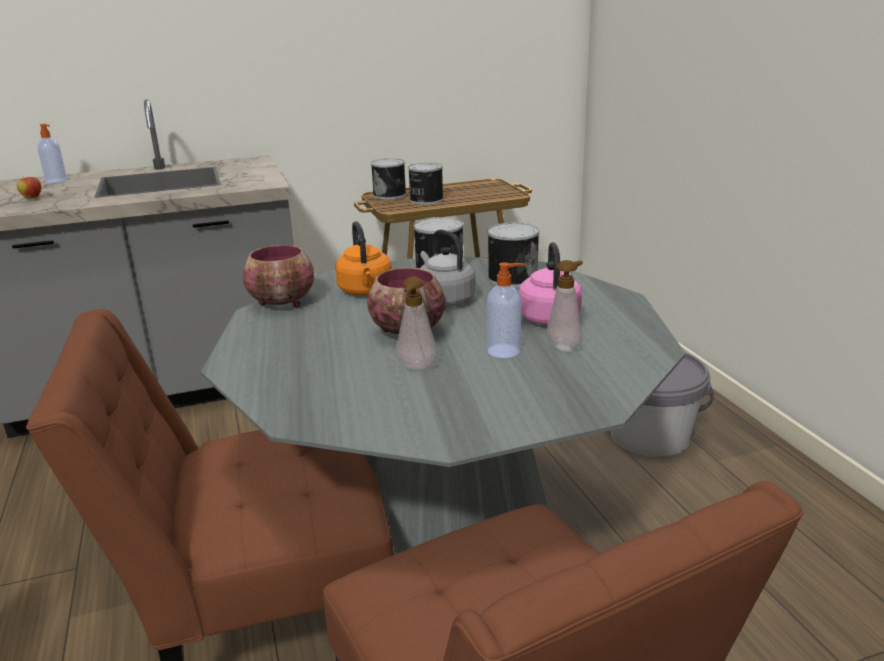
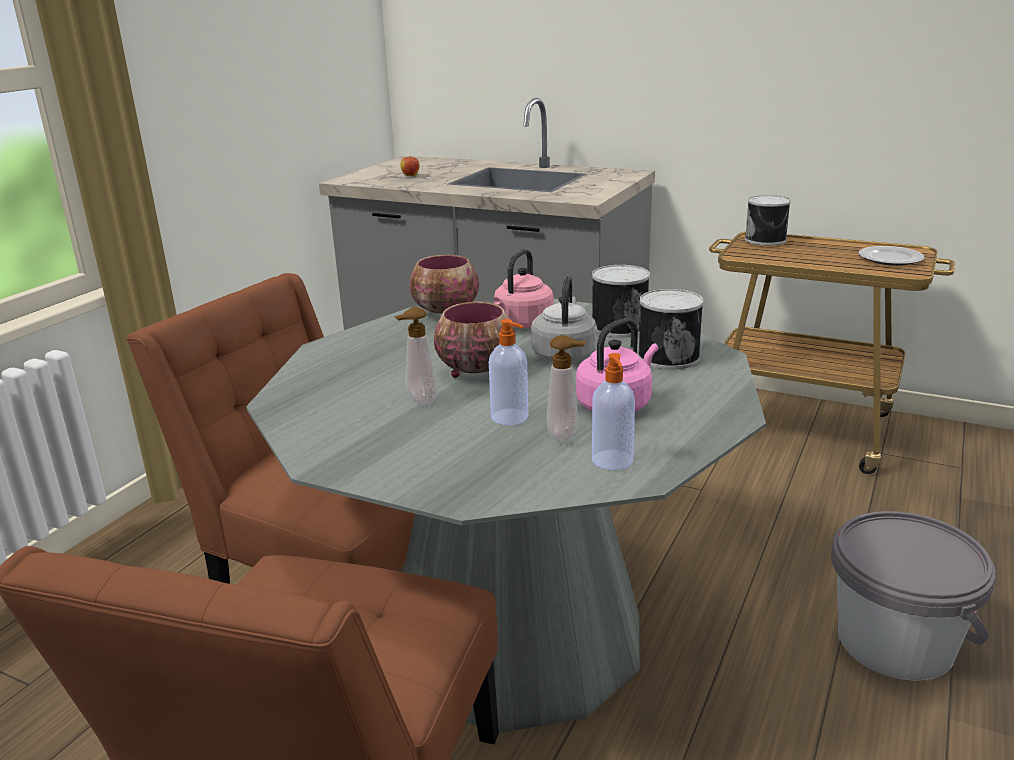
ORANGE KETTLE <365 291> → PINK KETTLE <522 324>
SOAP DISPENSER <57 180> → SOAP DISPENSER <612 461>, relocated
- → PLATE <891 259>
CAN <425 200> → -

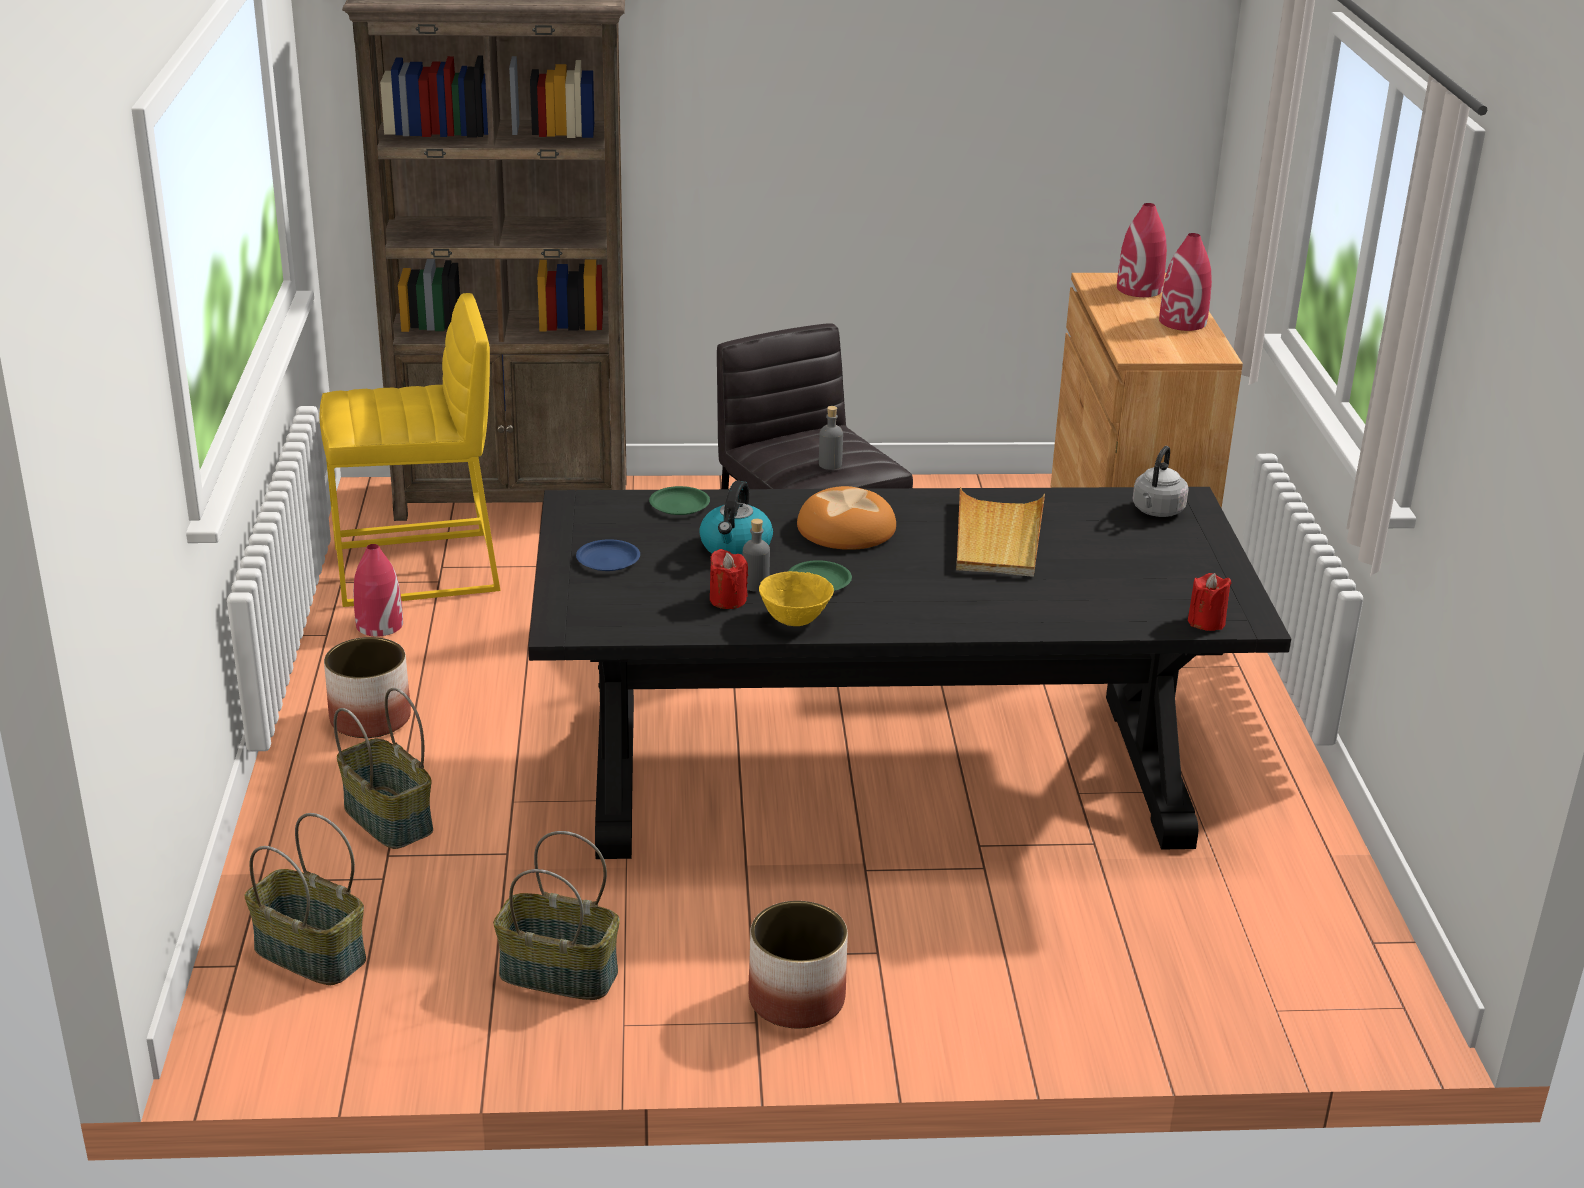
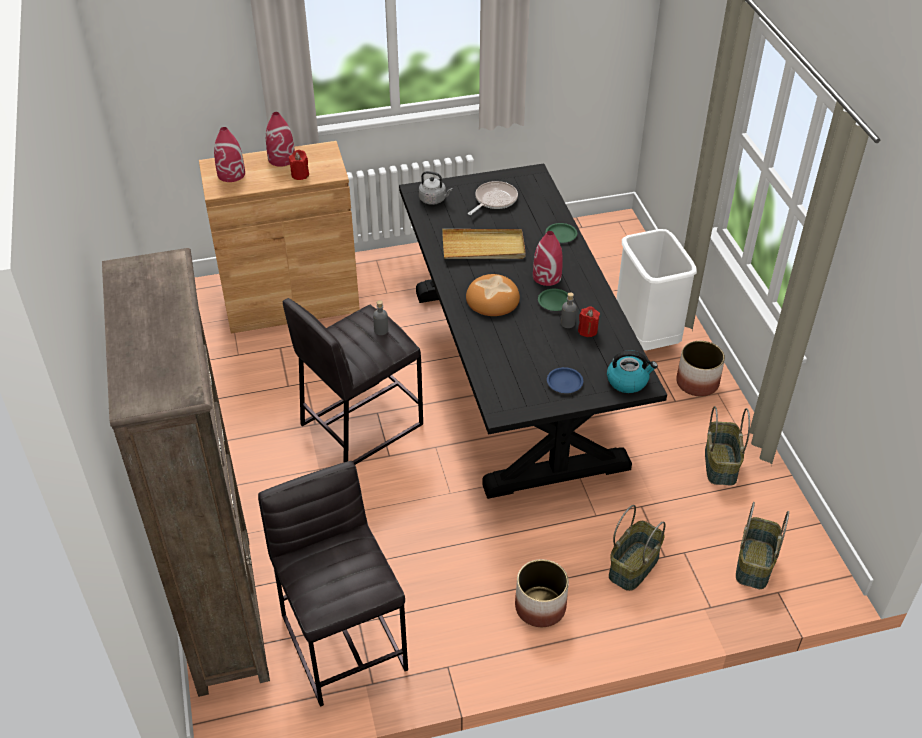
YELLOW STOOL <418 569> → GREY STOOL <344 640>
RED CANDLE <1206 622> → RED CANDLE <300 175>, relocated
- → FRYING PAN <494 200>
RED VASE <379 625> → RED VASE <547 277>, relocated
GREEN PLATE <679 505> → GREEN PLATE <561 235>, relocated
KETTLE <736 547> → KETTLE <628 381>, relocated
- → WHITE TRASH CAN <647 337>
YELLOW BOWL <795 621> → -

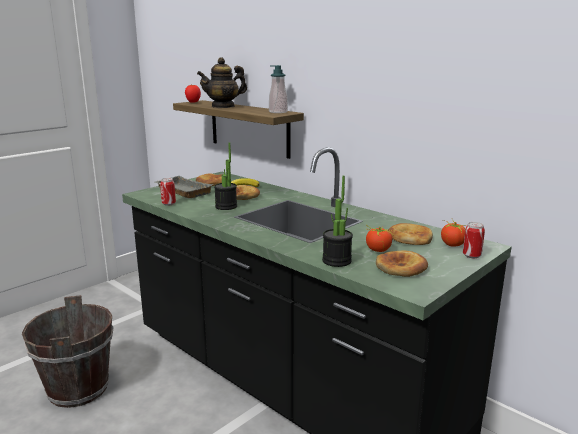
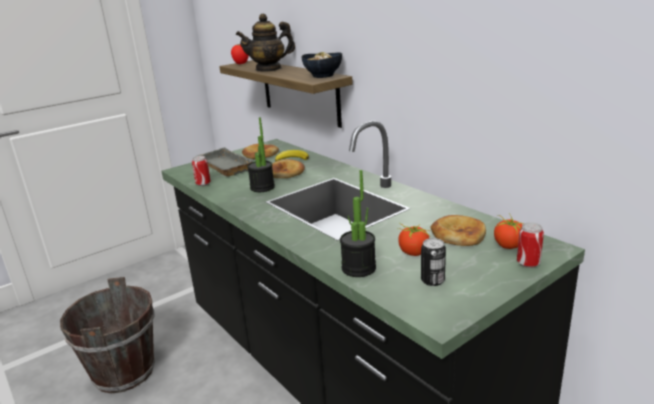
SOAP DISPENSER <278 112> → BOWL <323 76>
BREAD <401 268> → CAN <432 280>

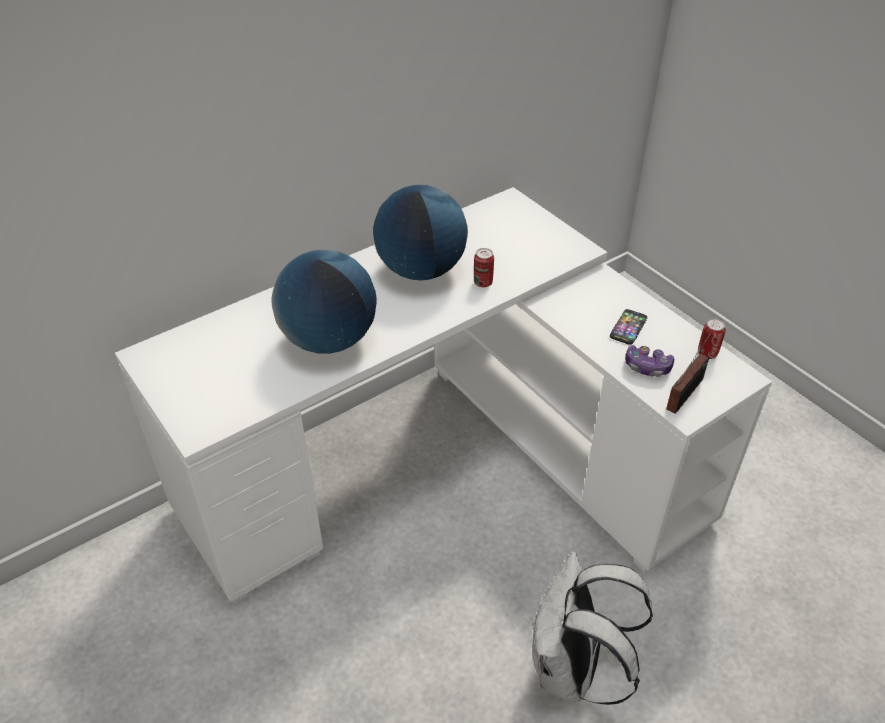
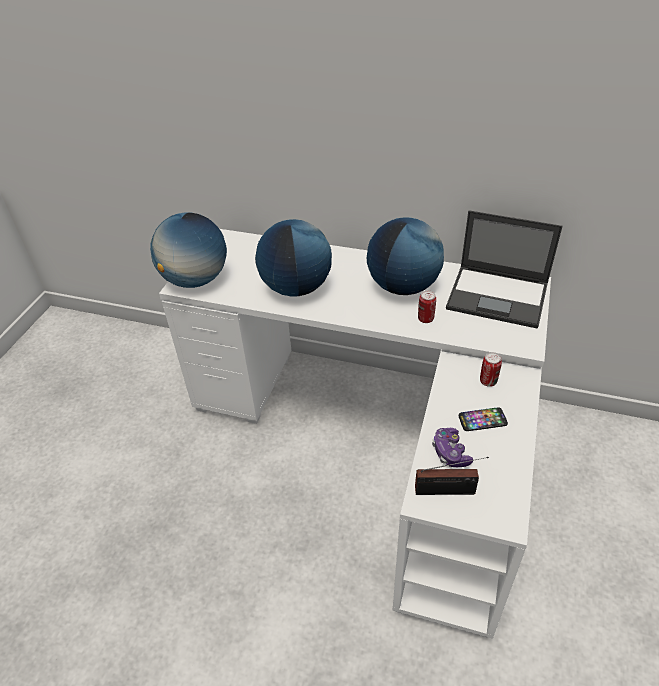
- → GLOBE <195 280>
- → LAPTOP <498 296>
CAN <707 353> → CAN <488 381>, relocated
WHITE BACKPACK <572 670> → -

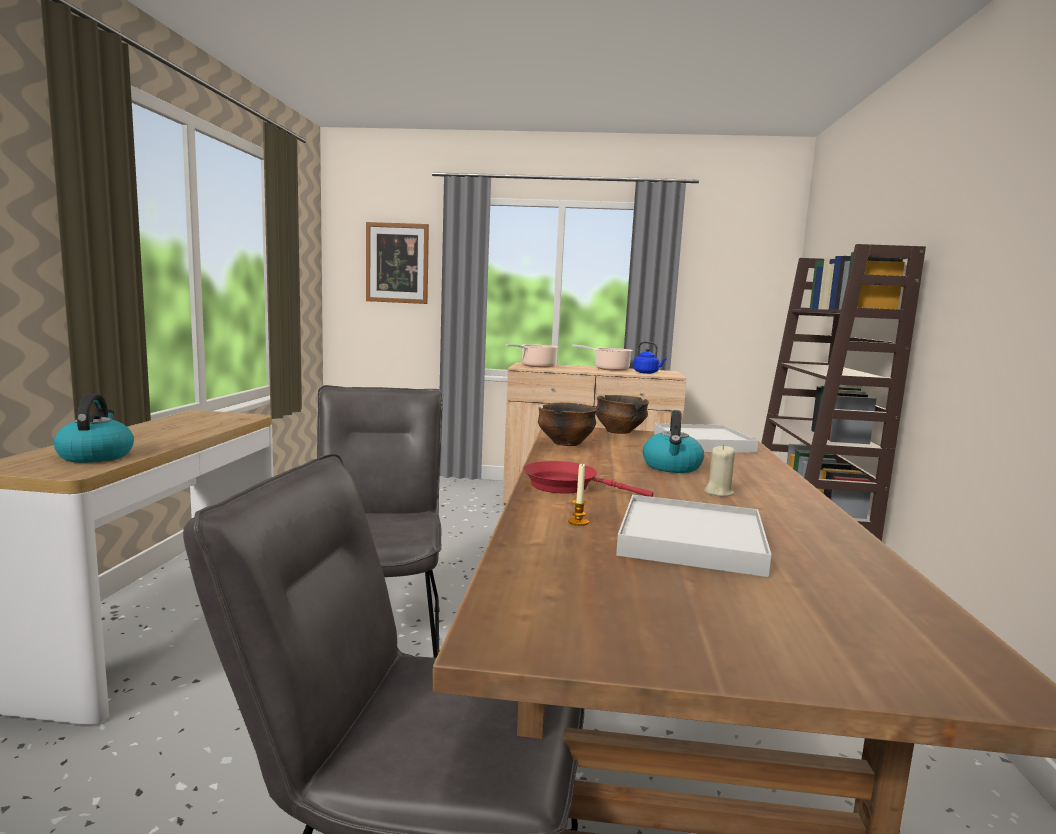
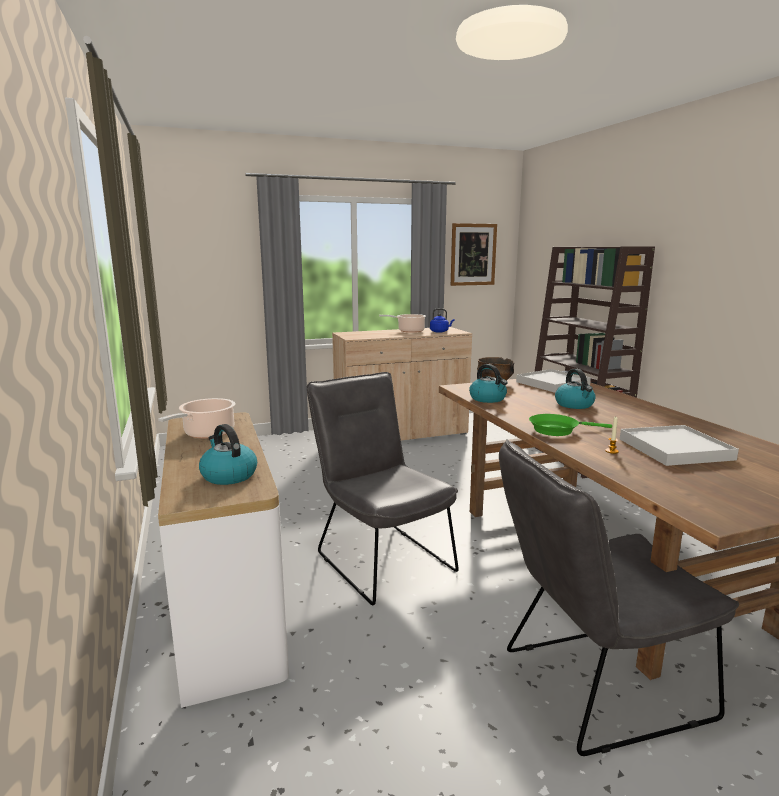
COOKING POT <536 366> → COOKING POT <207 434>, relocated
PICTURE <397 263> → PICTURE <473 254>, relocated
BOWL <566 443> → KETTLE <488 399>
RED FRYING PAN <566 486> → GREEN FRYING PAN <557 430>
BEIGE CANDLE <718 492> → -

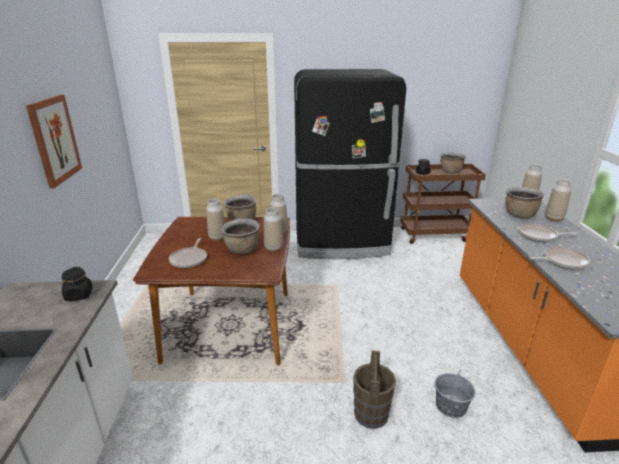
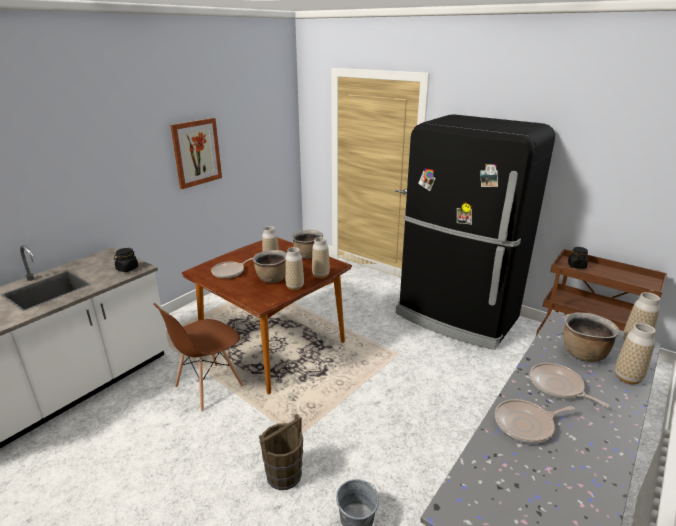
- → BROWN CHAIR <208 386>
FRYING PAN <562 261> → FRYING PAN <526 424>, 135 degrees clockwise
BROWN COOKING POT <450 172> → -

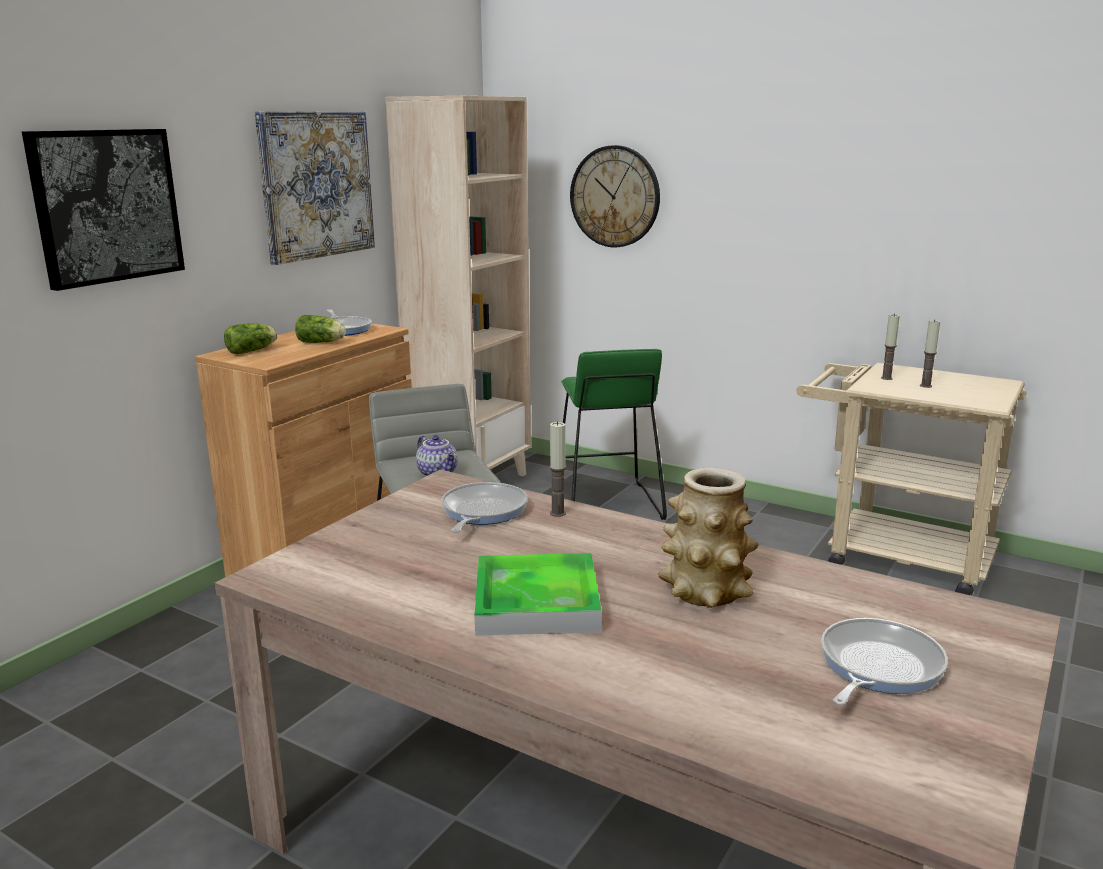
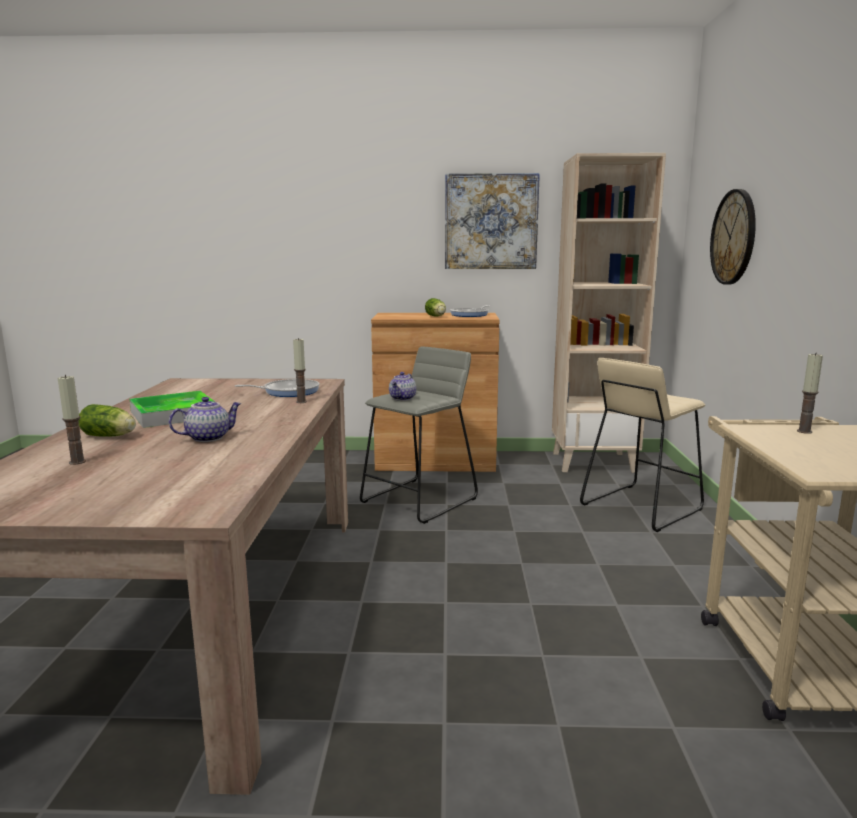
CANDLE <925 386> → CANDLE <77 462>, relocated
LETTUCE <253 351> → LETTUCE <110 436>, relocated
VASE <705 591> → TEAPOT <208 438>
GREEN STOOL <606 504> → BEIGE STOOL <640 507>
PICTURE <106 206> → -
FRYING PAN <877 667> → -

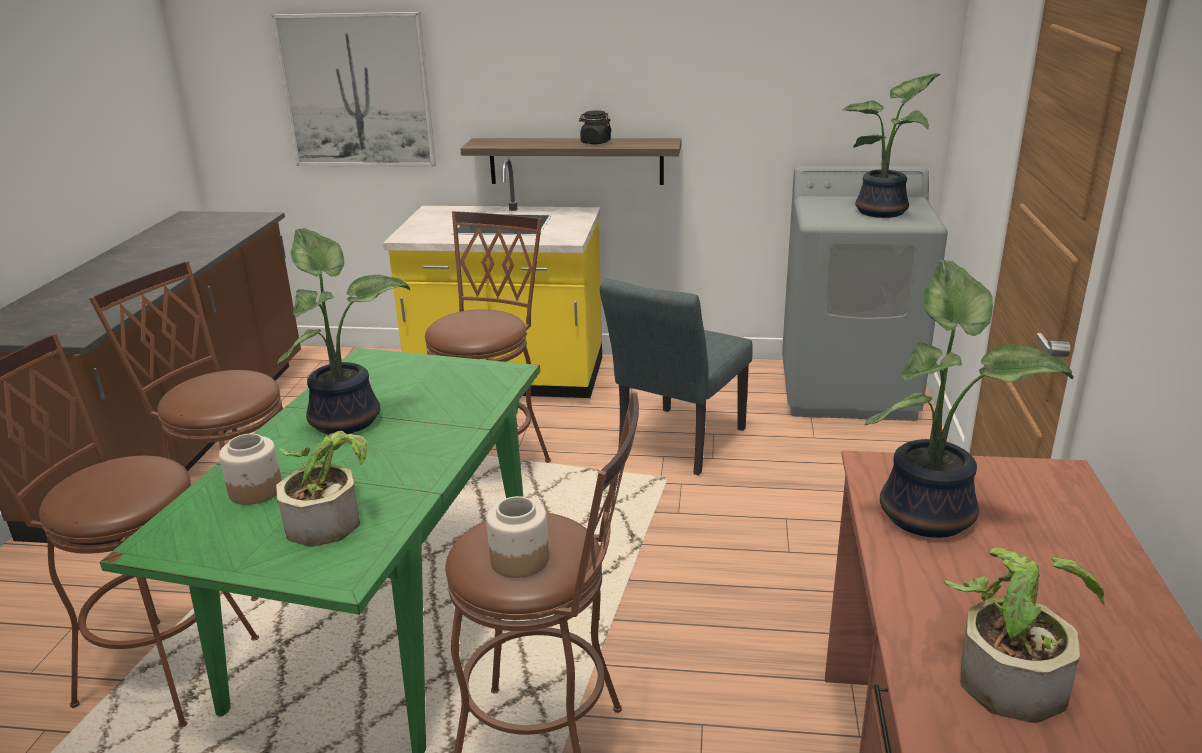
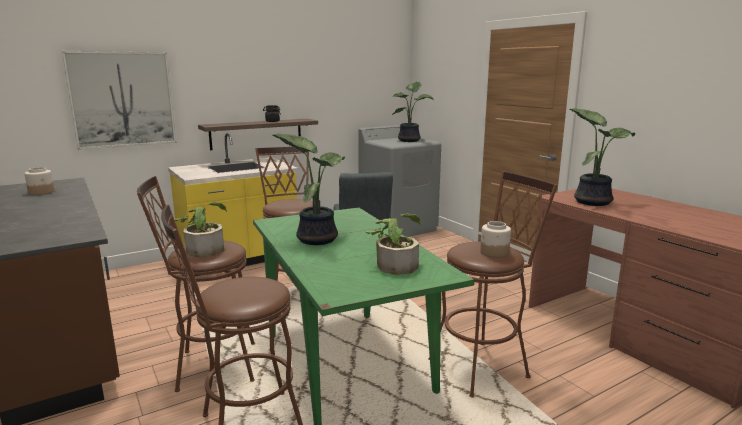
JAR <256 491> → JAR <41 192>, relocated
POTTED PLANT <1010 671> → POTTED PLANT <204 248>, relocated

